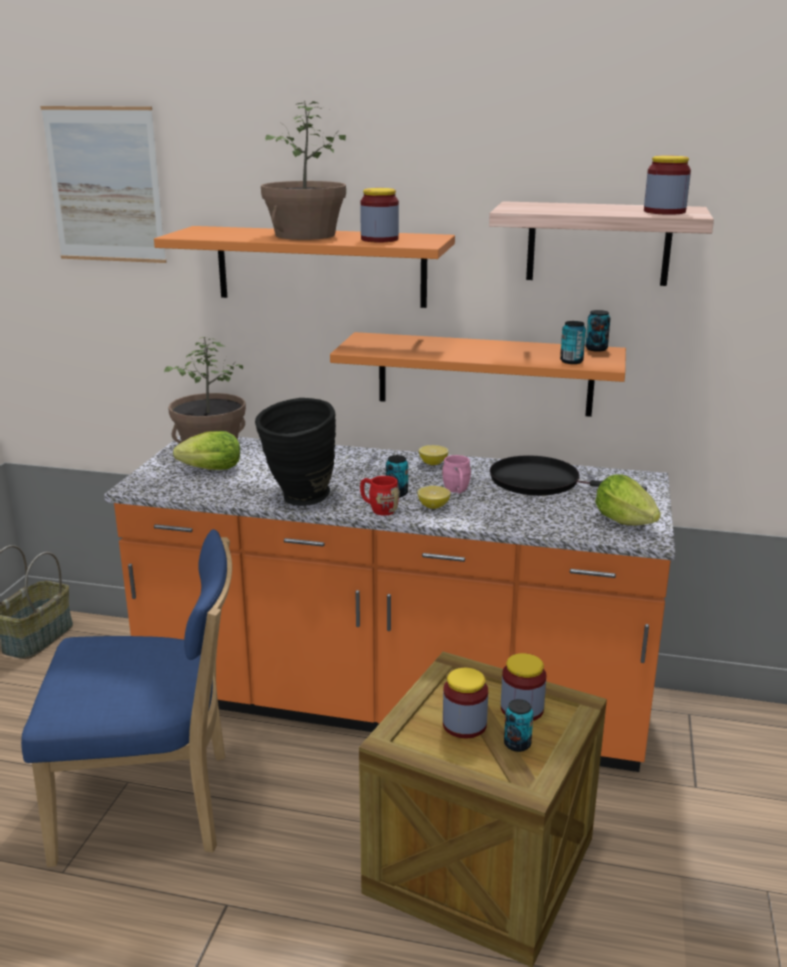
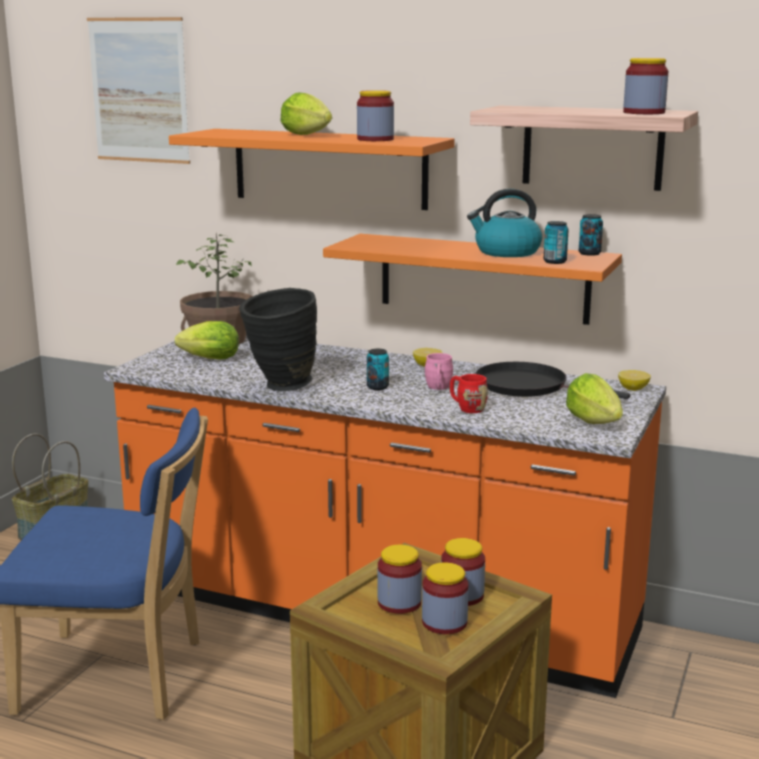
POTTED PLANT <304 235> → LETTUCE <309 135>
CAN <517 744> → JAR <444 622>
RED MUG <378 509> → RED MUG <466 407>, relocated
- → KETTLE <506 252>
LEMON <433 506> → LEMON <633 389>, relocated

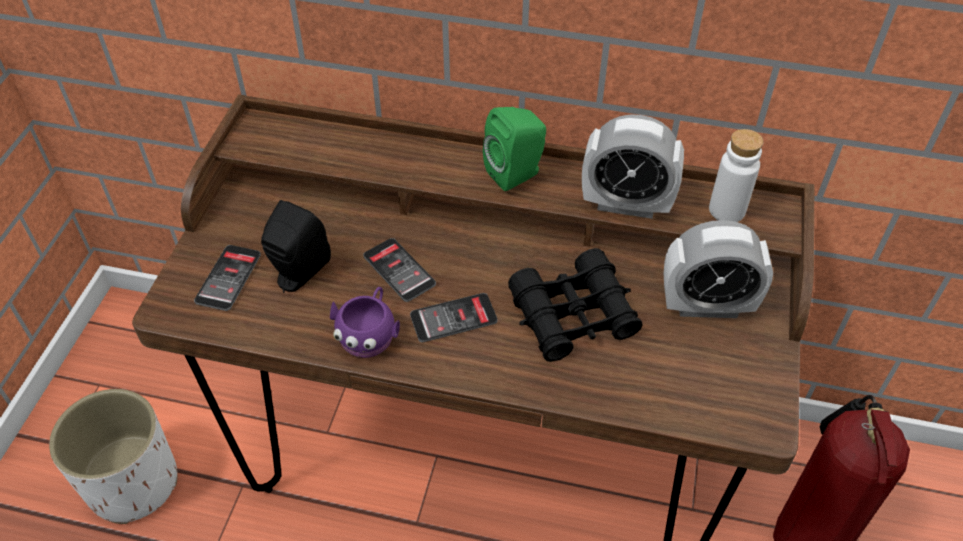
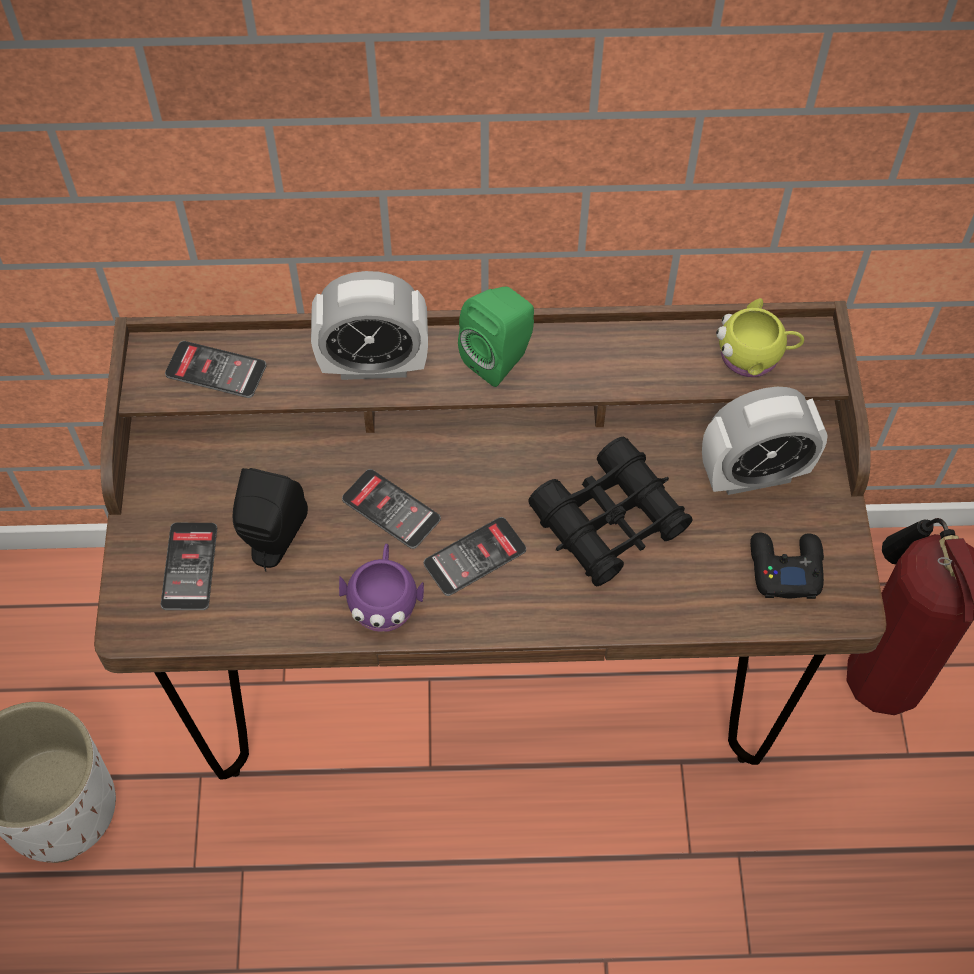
- → PHONE <216 370>
ALARM CLOCK <626 204> → ALARM CLOCK <373 364>, relocated
WHITE BOTTLE <727 210> → YELLOW MUG <755 355>
- → BLACK GAME CONTROLLER <784 568>

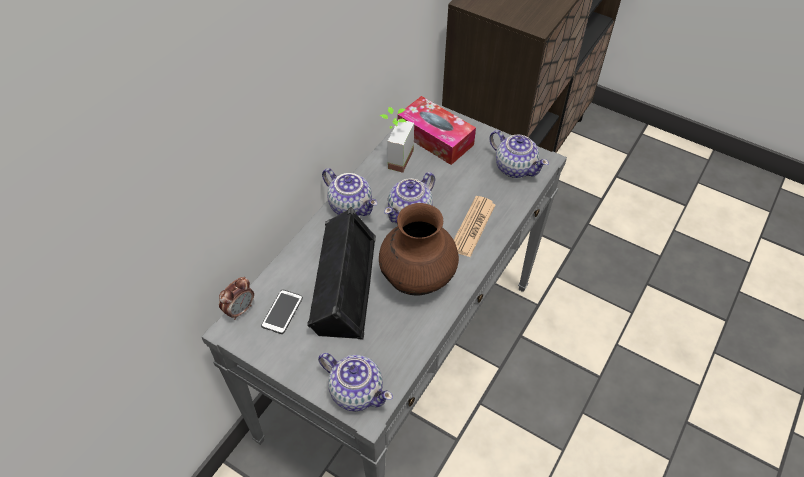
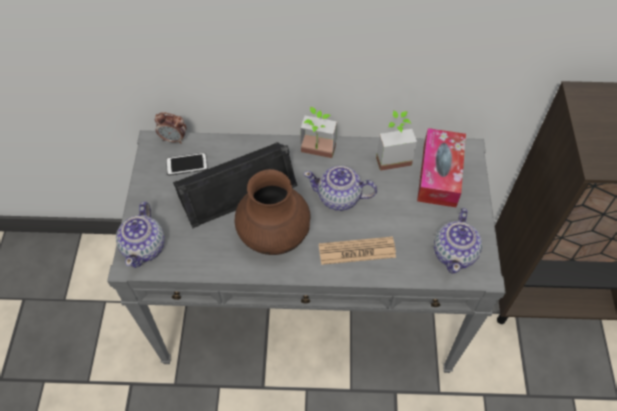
TEAPOT <351 206> → POTTED PLANT <316 154>

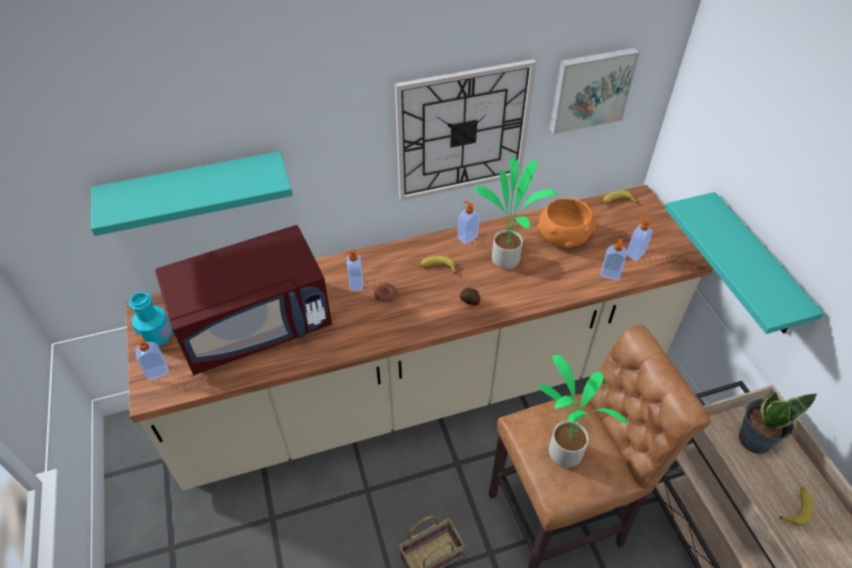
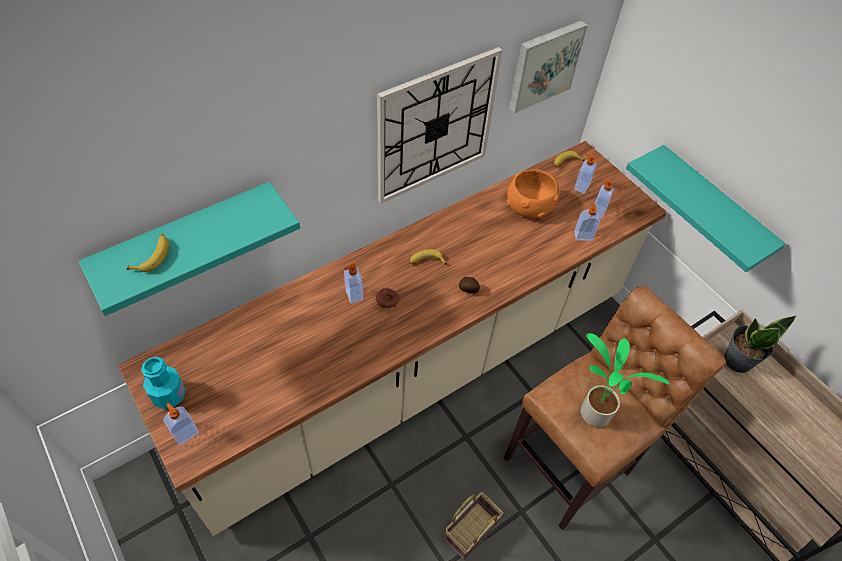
BANANA <796 508> → BANANA <153 256>, relocated
SOAP DISPENSER <467 237> → SOAP DISPENSER <581 186>, relocated
RED MICROWAVE <256 325> → -
POTTED PLANT <507 258> → -

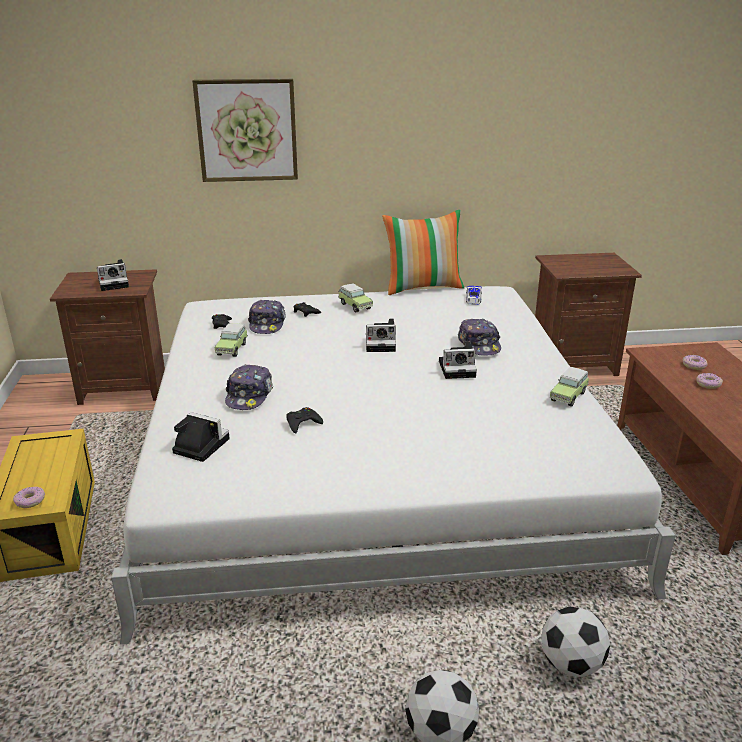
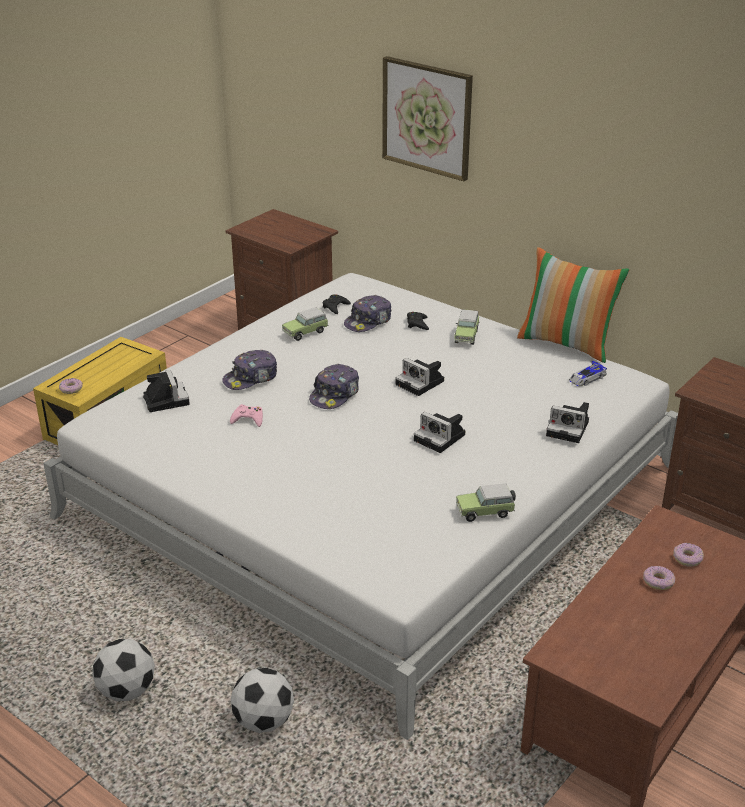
BLACK GAME CONTROLLER <303 423> → PINK GAME CONTROLLER <248 419>
CAP <479 344> → CAP <335 395>, relocated
PHOTO CAMERA <115 283> → PHOTO CAMERA <569 429>, relocated

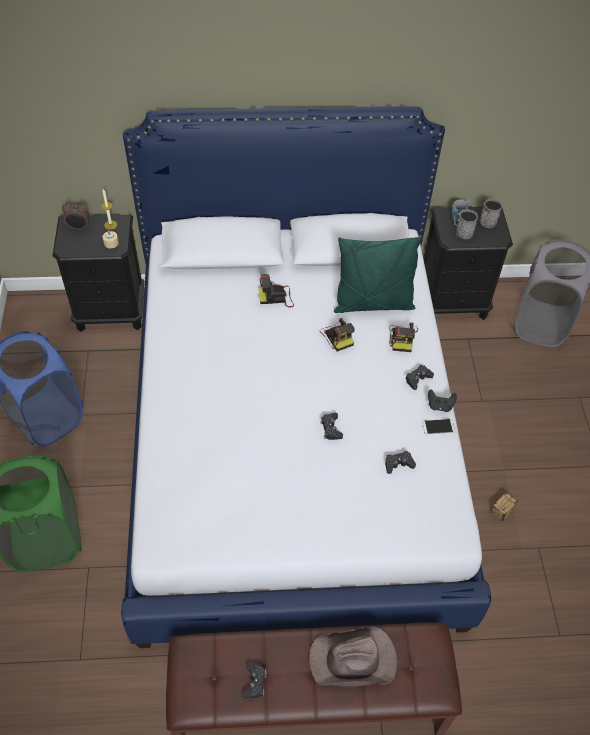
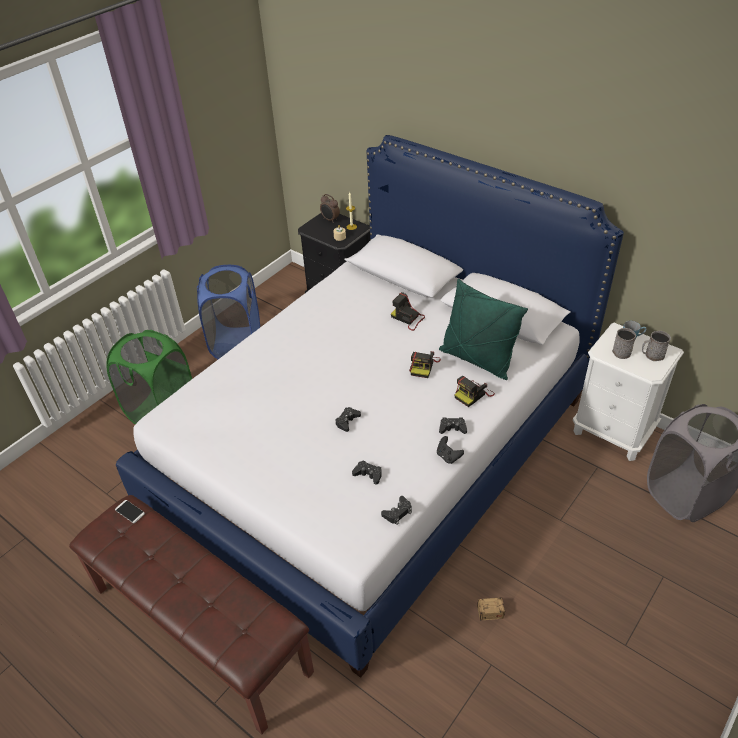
PHONE <438 427> → PHONE <130 511>, relocated
BLACK GAME CONTROLLER <255 682> → BLACK GAME CONTROLLER <398 513>, relocated
BLACK NIGHTSTAND <452 302> → WHITE NIGHTSTAND <613 432>
BROWN HAT <354 660> → -

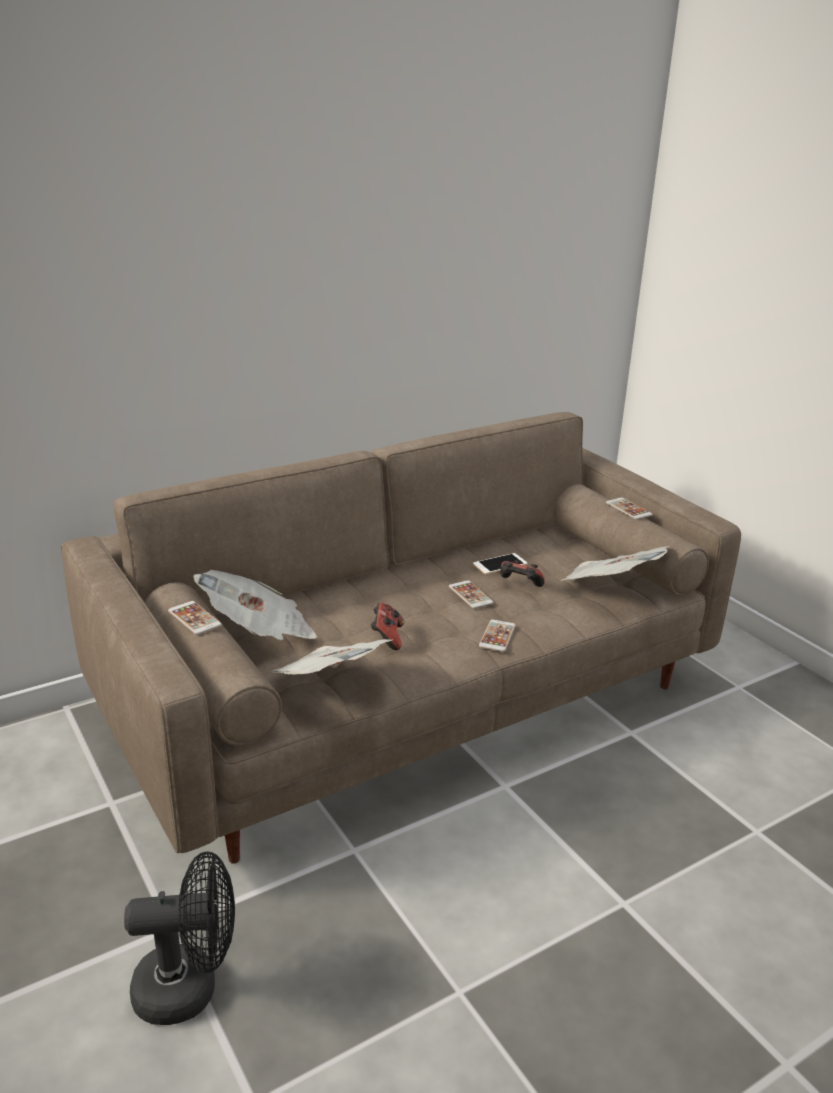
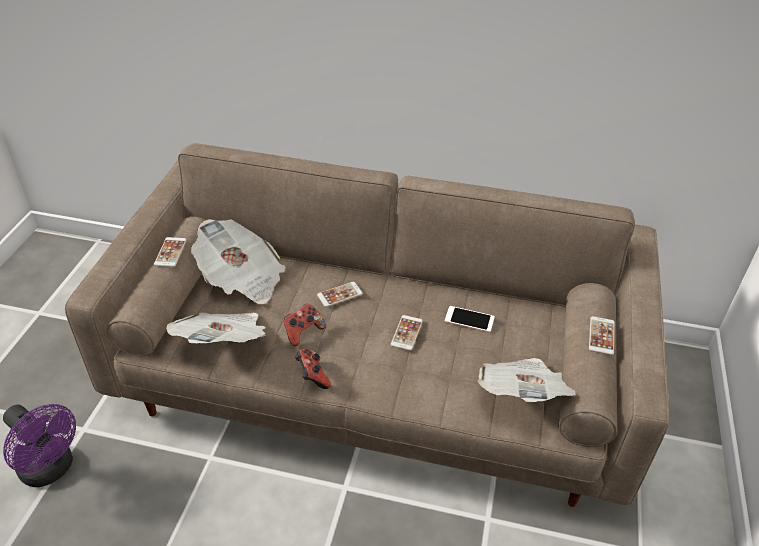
BLACK FAN <189 988> → PURPLE FAN <51 469>
GAME CONTROLLER <519 586> → GAME CONTROLLER <312 376>, relocated
PHONE <497 636> → PHONE <340 294>, relocated

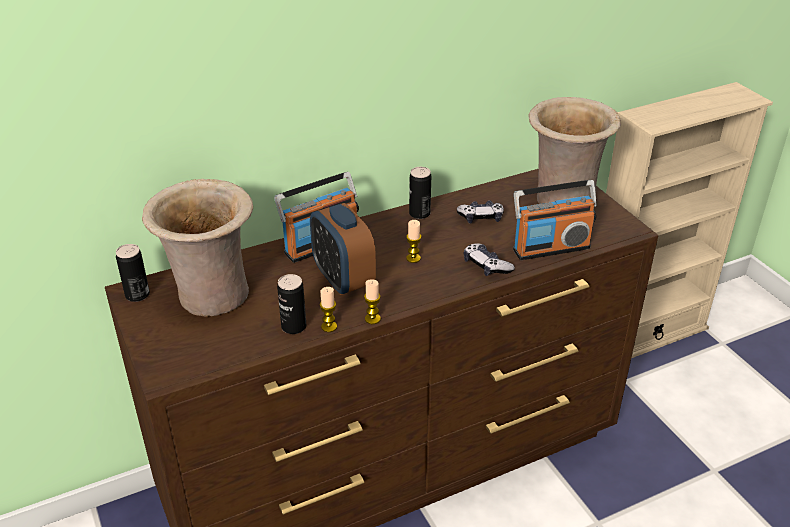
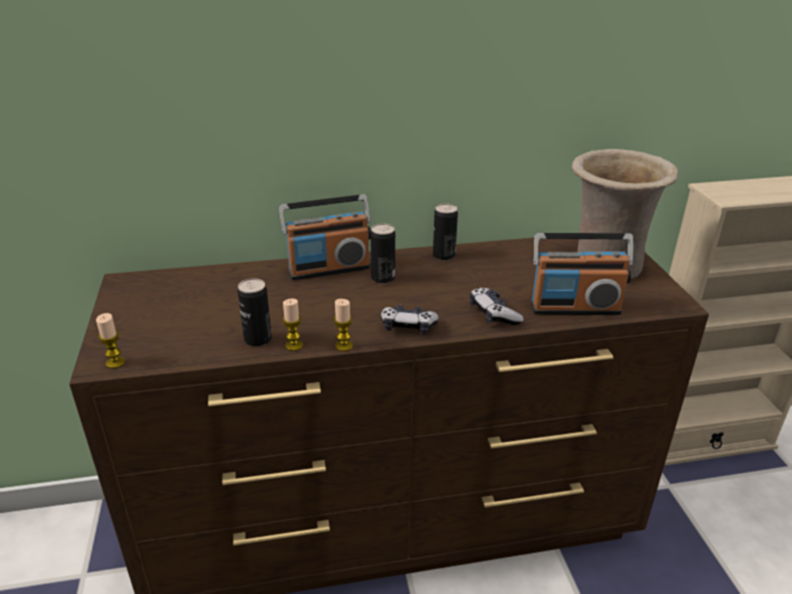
CANDLE <413 258> → CANDLE <115 362>, relocated
CAN <137 295> → CAN <383 278>, relocated
GAME CONTROLLER <481 218> → GAME CONTROLLER <408 326>, relocated
BEIGE VASE <212 299> → -
ALARM CLOCK <343 279> → -

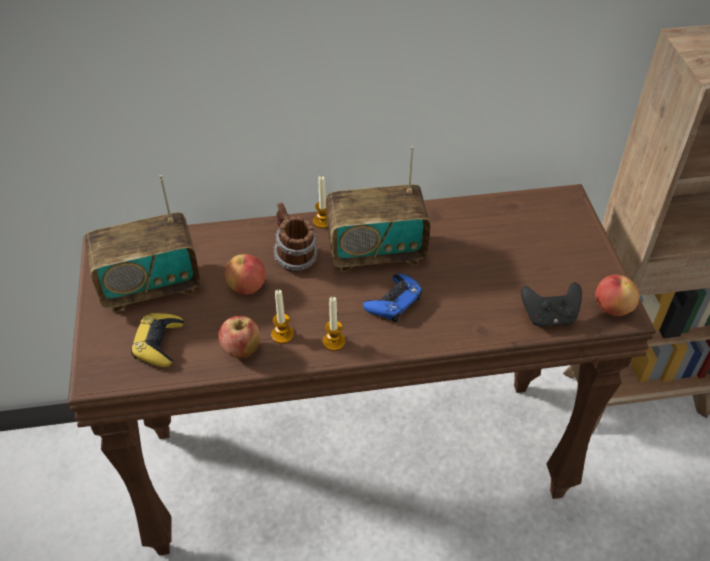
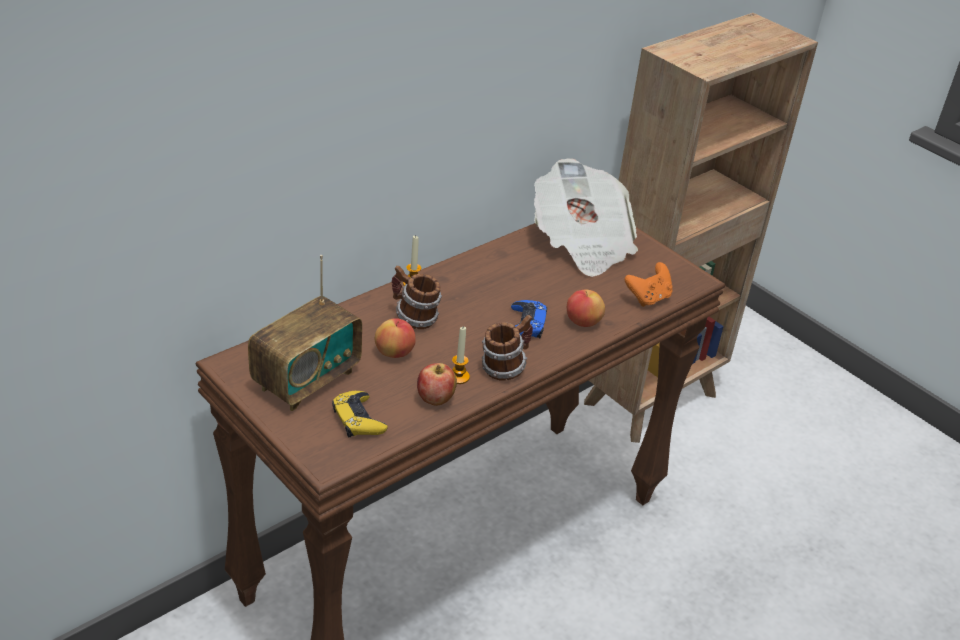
CANDLE <334 341> → MUG <504 368>
- → NEWSPAPER <582 243>
APPLE <612 308> → APPLE <582 322>, relocated
BLACK GAME CONTROLLER <549 317> → ORANGE GAME CONTROLLER <648 298>
RADIO <376 252> → -

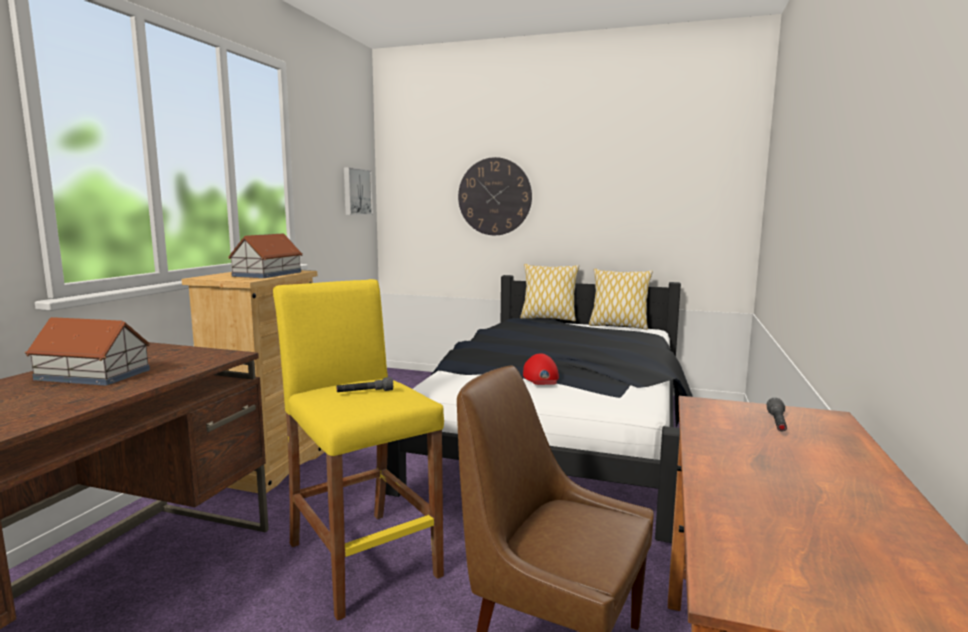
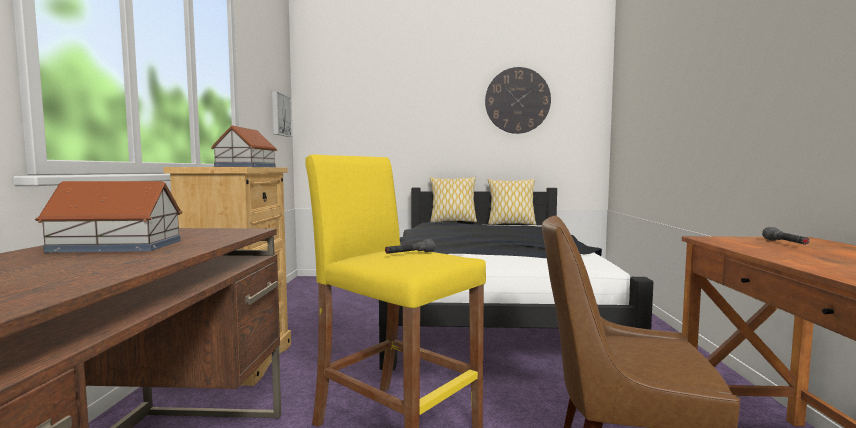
WALL CLOCK <494 196> → WALL CLOCK <517 100>, relocated
RED CAP <541 377> → -

